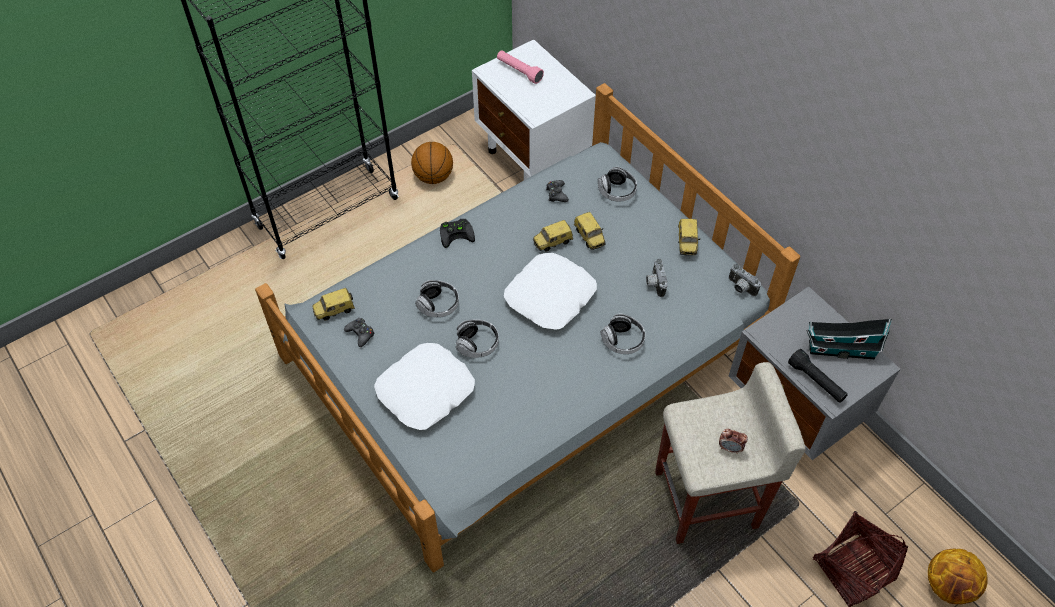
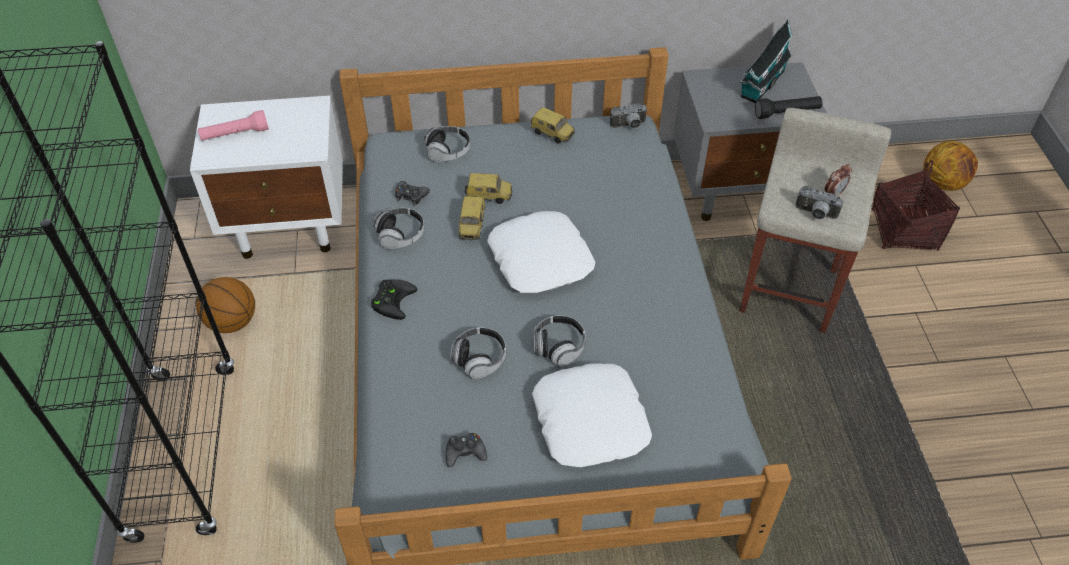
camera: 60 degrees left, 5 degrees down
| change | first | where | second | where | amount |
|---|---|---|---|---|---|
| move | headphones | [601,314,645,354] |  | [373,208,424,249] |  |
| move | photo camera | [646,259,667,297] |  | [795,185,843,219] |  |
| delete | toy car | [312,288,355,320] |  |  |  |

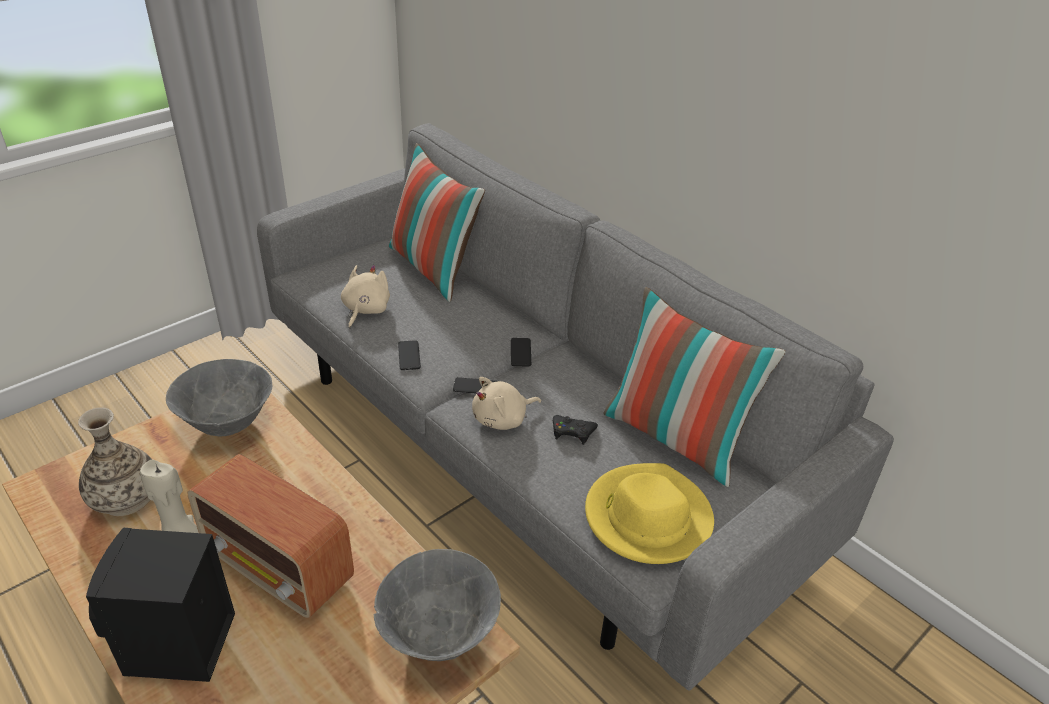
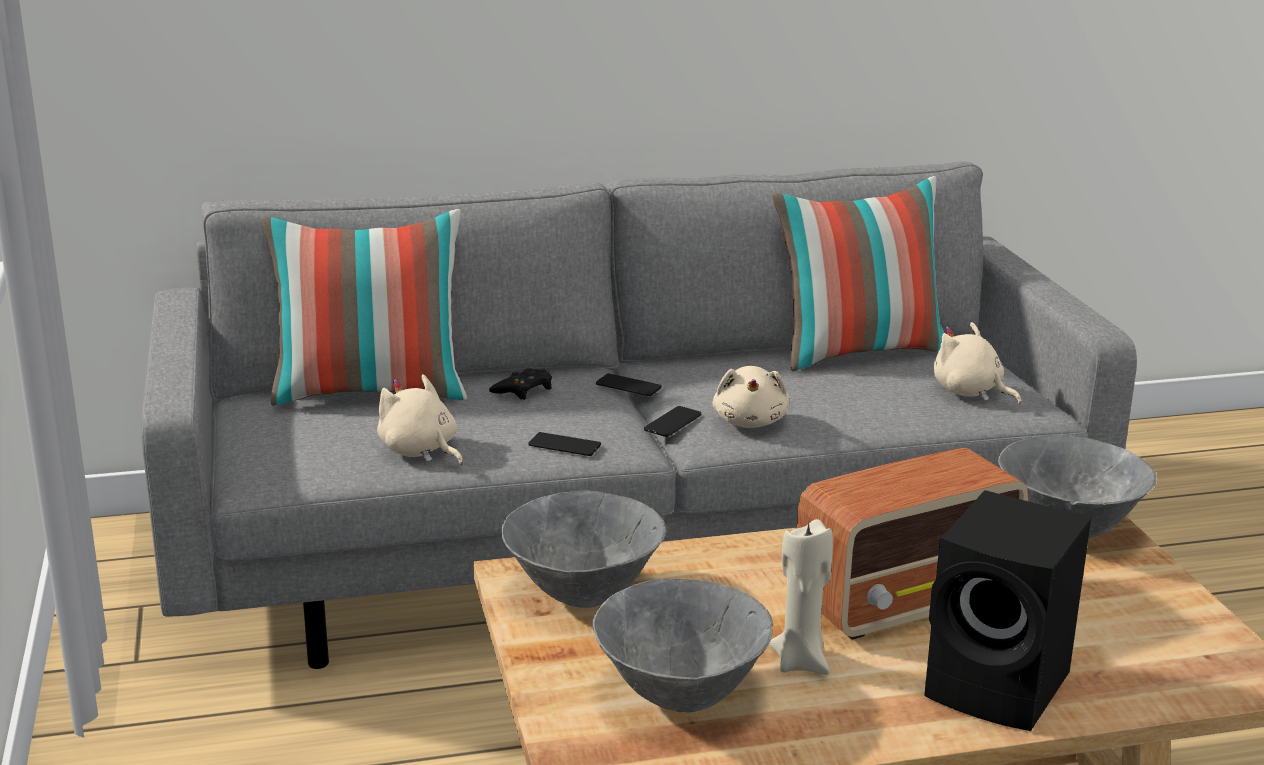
camera: 60 degrees left, 15 degrees down
| change | first | where | second | where | amount |
|---|---|---|---|---|---|
| move | game controller in black | [553,415,598,445] |  | [489,368,552,400] |  |
| replace | vase | [78,407,152,516] | bowl in grey | [593,578,773,712] |  |
| replace | hat in yellow | [585,463,714,564] | plush toy in beige | [934,322,1021,404] |  |

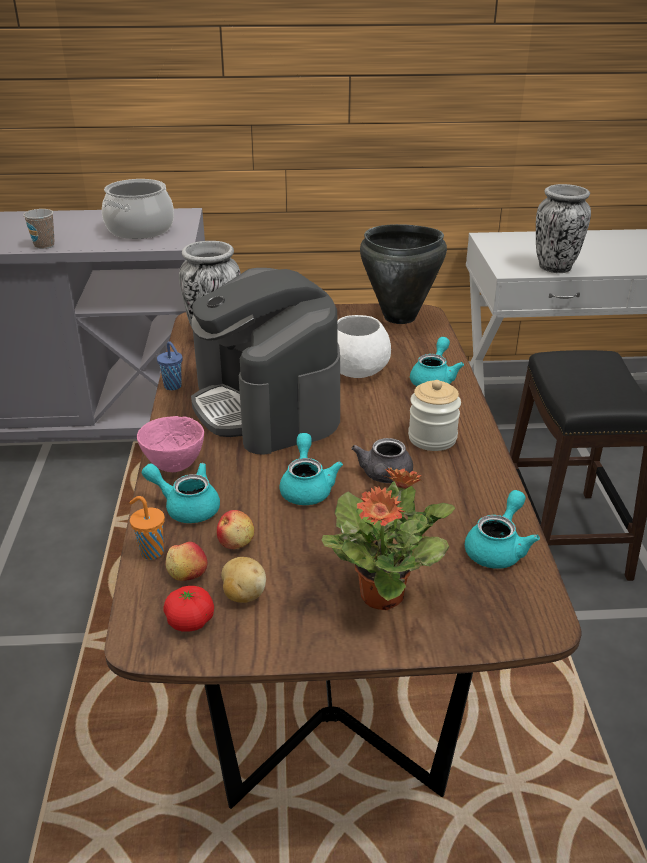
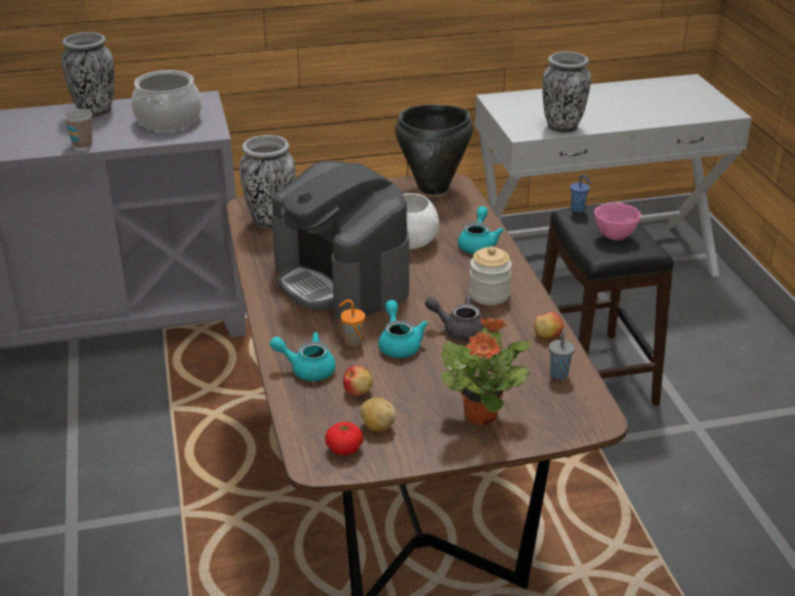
camera: 10 degrees left, 0 degrees up
| change | first | where | second | where | amount |
|---|---|---|---|---|---|
| insert |  |  | vase | [61,32,114,117] |  |
| move | cup in orange | [129,496,165,560] |  | [339,299,365,347] |  |
| rotate | teapot in grey | [352,438,413,483] |  | [425,296,485,341] | 105 degrees clockwise |
| move | apple | [166,542,207,581] |  | [534,311,564,339] |  |
| replace | teapot in turquoise | [465,490,540,569] | cup in grey | [549,329,575,379] |  |
| move | cup in blue | [157,341,183,390] |  | [570,175,591,212] |  |
| move | bowl in pink | [137,416,204,472] |  | [594,203,641,240] |  |

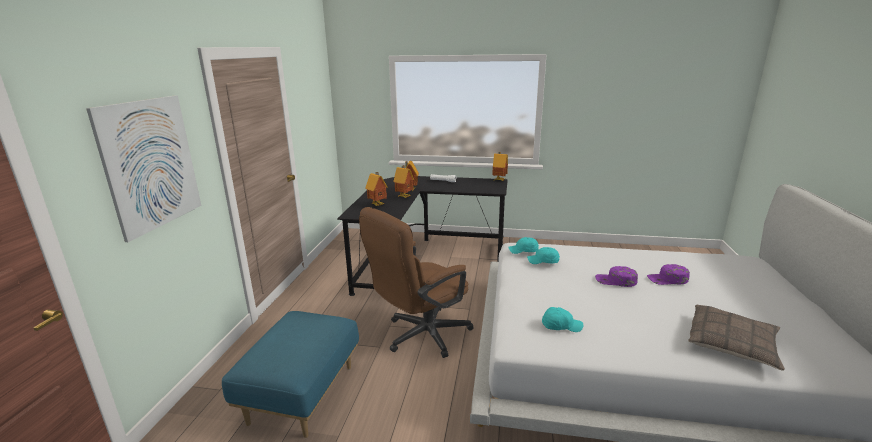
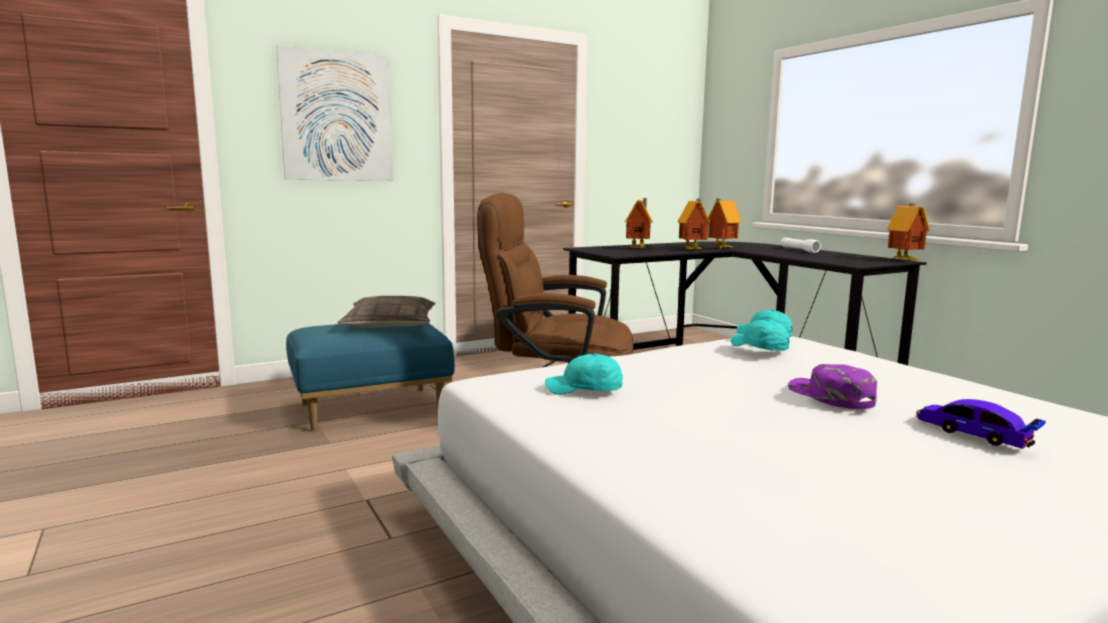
camera: 50 degrees right, 10 degrees down
| change | first | where | second | where | amount |
|---|---|---|---|---|---|
| move | pillow | [688,305,785,371] |  | [338,296,435,328] |  |
| rotate | cap in turquoise | [542,307,584,332] |  | [545,353,623,395] | 135 degrees clockwise |
| replace | cap in purple | [647,264,690,285] | toy car | [916,399,1046,449] |  |

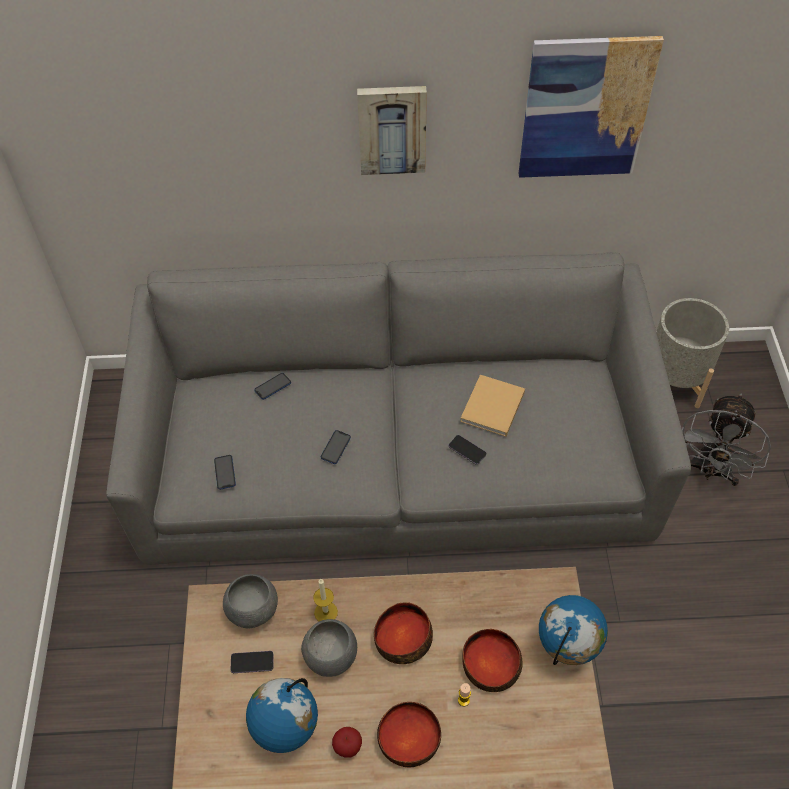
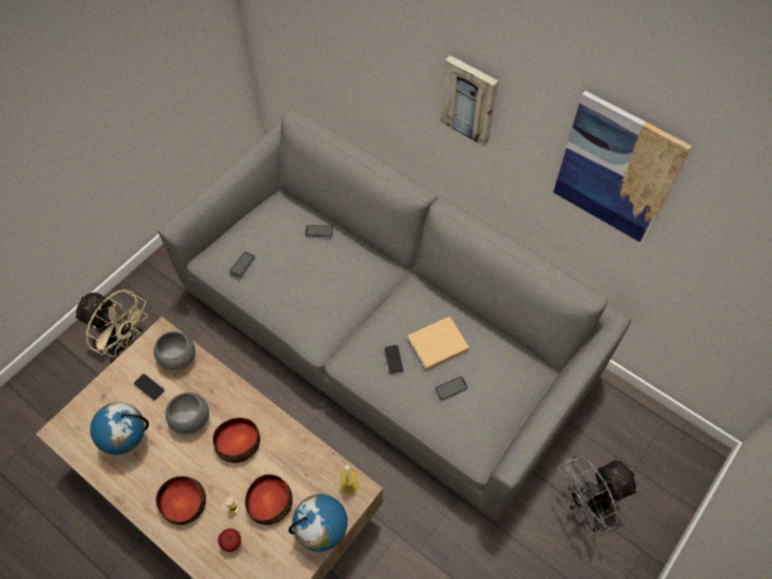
camera: 40 degrees right, 5 degrees up
| change | first | where | second | where | amount |
|---|---|---|---|---|---|
| insert |  |  | fan in beige | [74,290,148,363] |  |
| move | apple | [332,727,362,758] |  | [218,528,241,552] |  |
| move | candle | [313,579,338,621] |  | [340,465,359,495] |  |
| move | phone | [321,430,351,464] |  | [435,376,468,400] |  |
| delete | planter in grey | [656,298,729,408] |  |  |  |

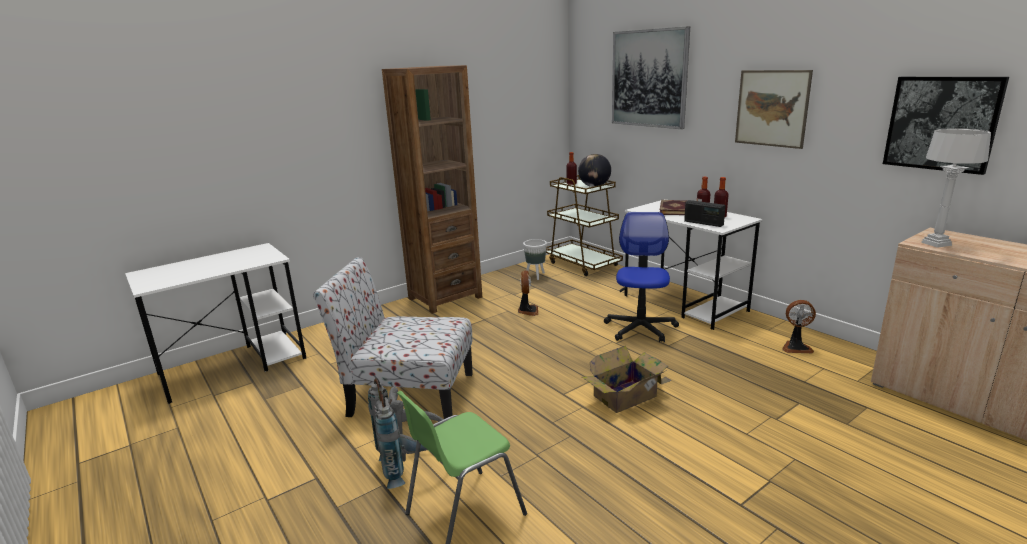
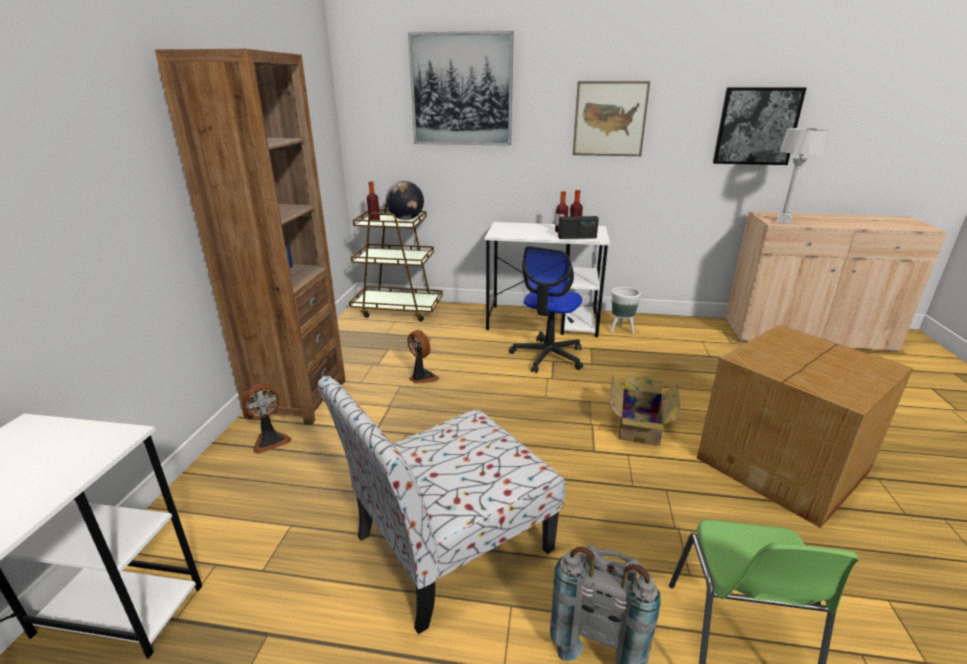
camera: 45 degrees left, 5 degrees up
| change | first | where | second | where | amount |
|---|---|---|---|---|---|
| move | fan | [783,300,816,353] |  | [242,384,291,454] |  |
| rotate | office chair | [604,212,679,343] |  | [509,246,583,373] | 120 degrees counterclockwise |
| move | planter in white | [523,239,547,280] |  | [610,287,641,334] |  |
| insert |  |  | cardboard box | [697,325,913,528] |  |
| delete | book | [660,200,687,215] |  |  |  |

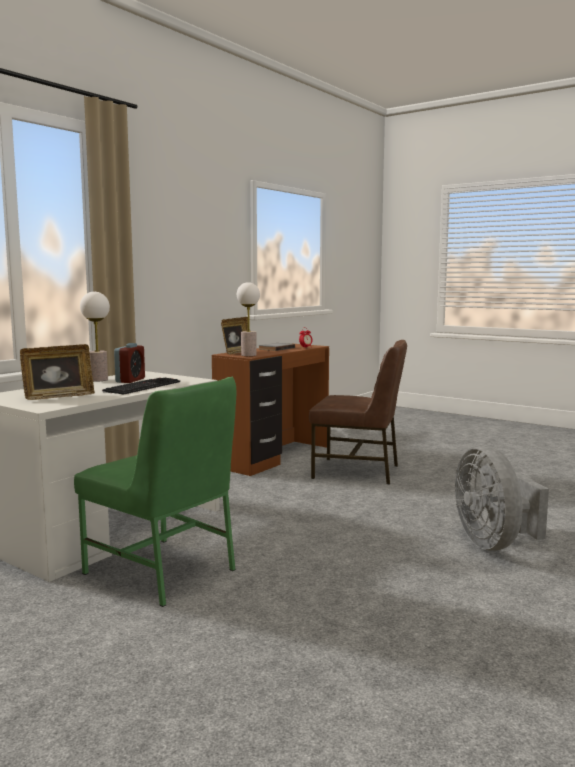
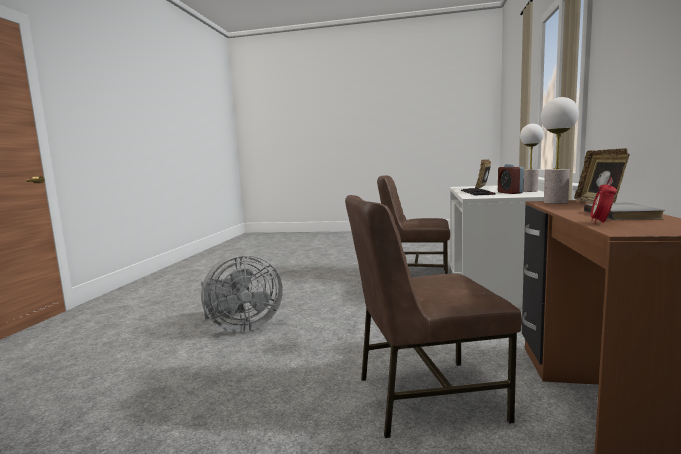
camera: 155 degrees right, 0 degrees up
| change | first | where | second | where | amount |
|---|---|---|---|---|---|
| rotate | fan in grey | [455,446,549,551] |  | [201,253,283,332] | 105 degrees clockwise |
| recolor | chair in green | [74,377,236,607] | chair in brown | [377,175,450,274] |  |

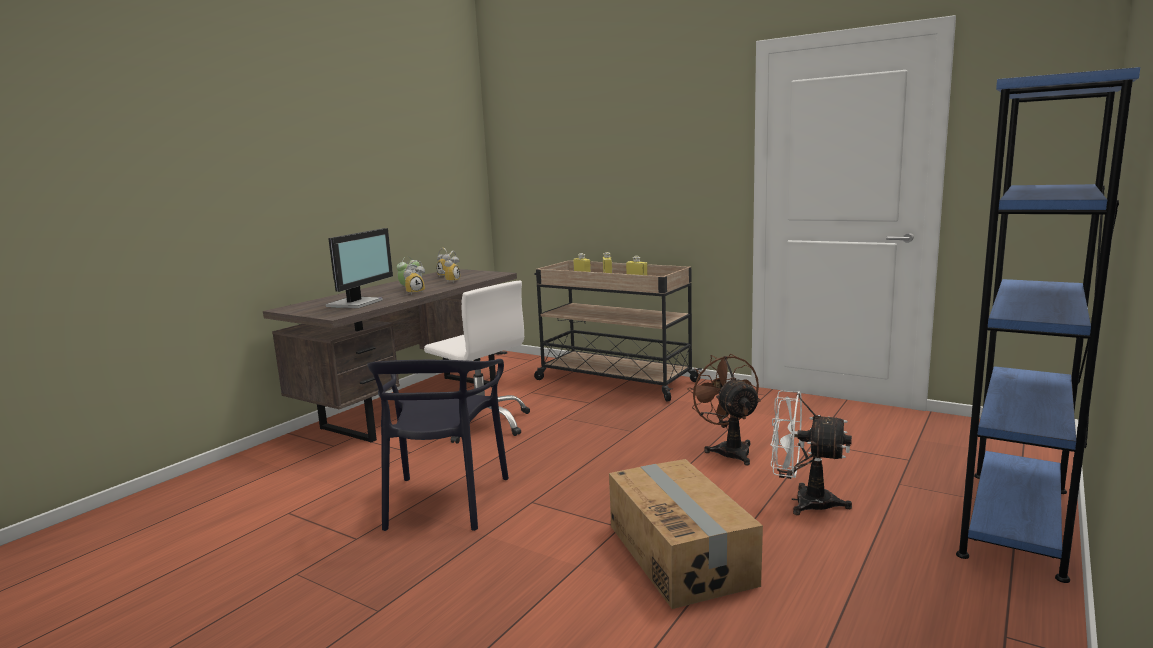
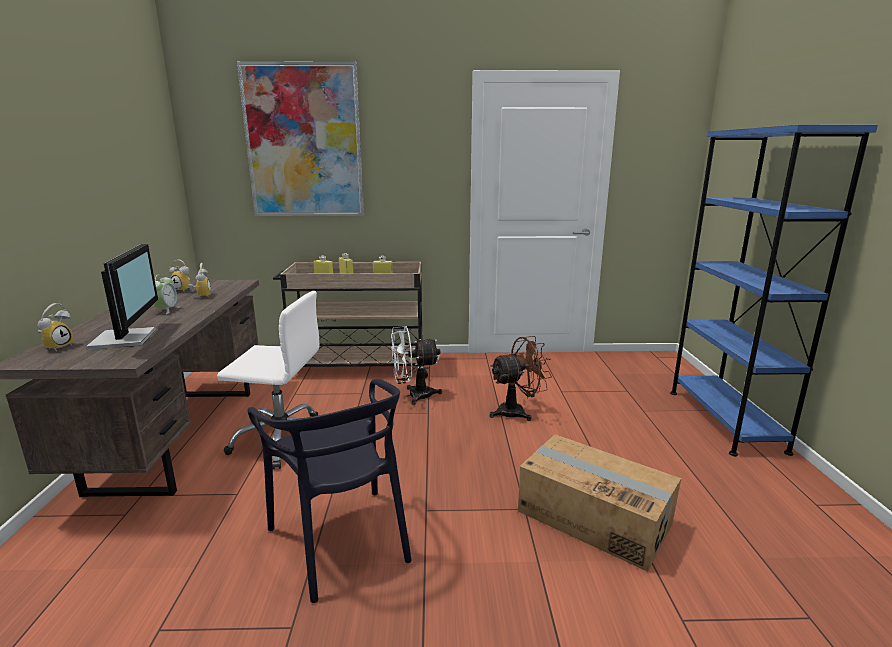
camera: 35 degrees left, 5 degrees up
| change | first | where | second | where | amount |
|---|---|---|---|---|---|
| move | alarm clock | [404,260,425,294] |  | [37,303,74,351] |  |
| insert |  |  | picture | [237,61,364,216] |  |
| move | fan in white | [770,390,852,515] |  | [391,326,442,405] |  |
| rotate | fan in brown | [687,354,761,465] |  | [489,336,552,421] | 120 degrees clockwise |

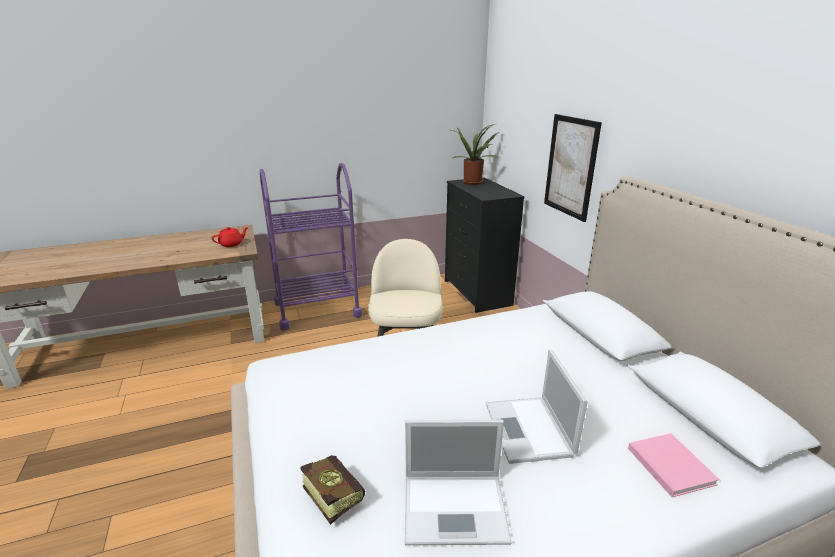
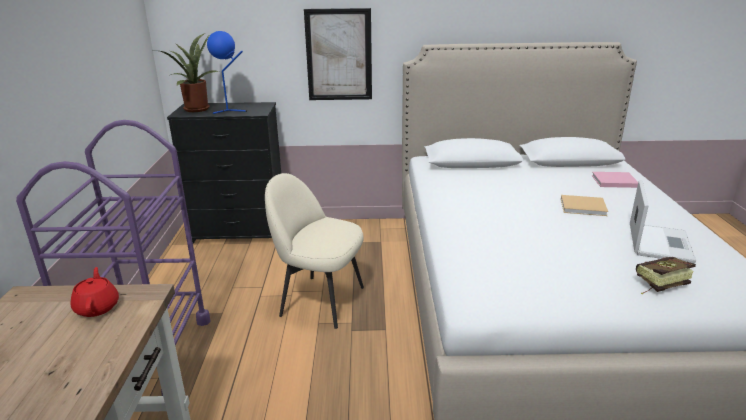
camera: 70 degrees left, 0 degrees up
| change | first | where | second | where | amount |
|---|---|---|---|---|---|
| insert |  |  | table lamp in blue | [207,31,247,114] |  |
| replace | laptop | [486,349,588,464] | book in beige | [561,195,608,216] |  |

